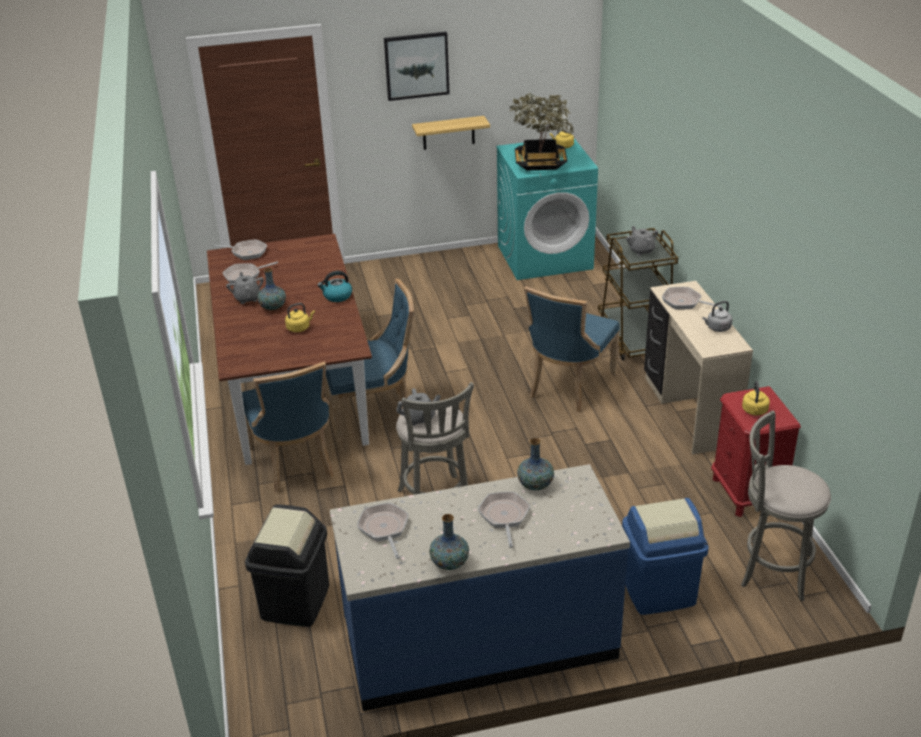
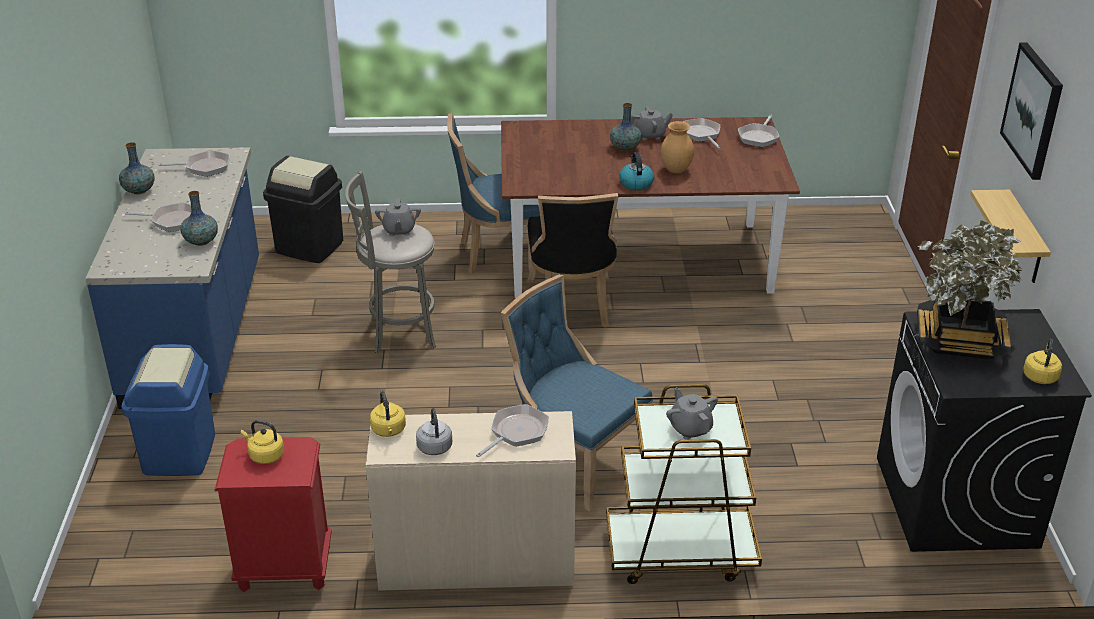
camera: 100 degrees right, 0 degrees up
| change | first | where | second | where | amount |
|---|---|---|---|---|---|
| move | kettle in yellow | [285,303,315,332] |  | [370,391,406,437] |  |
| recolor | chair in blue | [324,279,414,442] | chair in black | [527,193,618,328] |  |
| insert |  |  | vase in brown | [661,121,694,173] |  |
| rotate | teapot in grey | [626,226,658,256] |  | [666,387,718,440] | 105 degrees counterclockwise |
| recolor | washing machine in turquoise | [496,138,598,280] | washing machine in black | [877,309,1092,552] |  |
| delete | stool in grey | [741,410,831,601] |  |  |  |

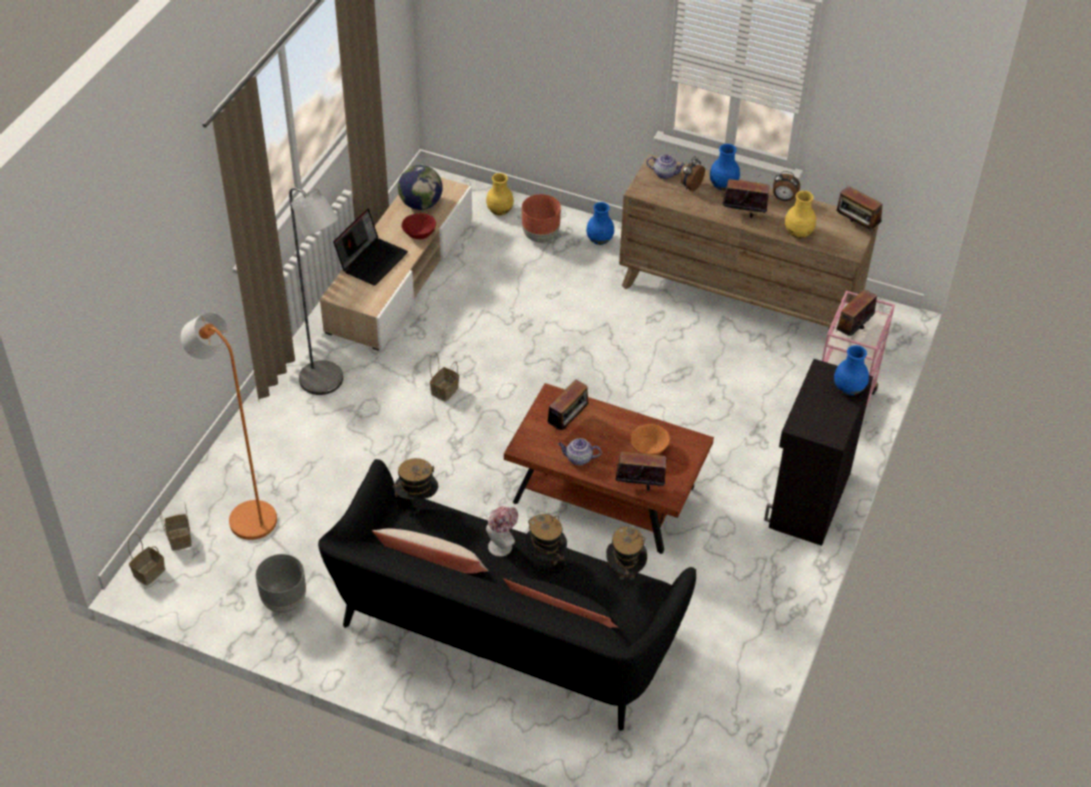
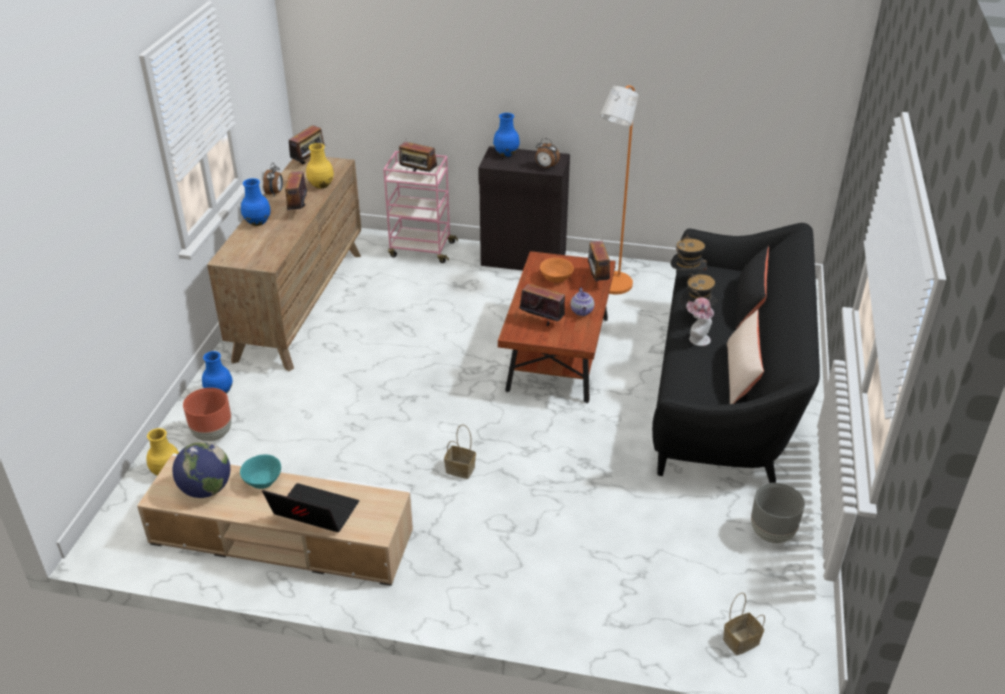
camera: 100 degrees left, 10 degrees down
| change | first | where | second | where | amount |
|---|---|---|---|---|---|
| recolor | bowl in red | [401,213,436,239] | bowl in turquoise | [240,454,281,489] |  |
| move | alarm clock | [681,156,705,191] |  | [535,138,560,169] |  |
| move | floor lamp in orange | [180,312,277,540] |  | [600,85,638,294] |  |
| delete | basket | [128,533,165,586] |  |  |  |
| delete | floor lamp in grey | [289,188,343,395] |  |  |  |
| delete | hat | [393,458,438,507] |  |  |  |
| delete | teapot | [647,155,685,179] |  |  |  |

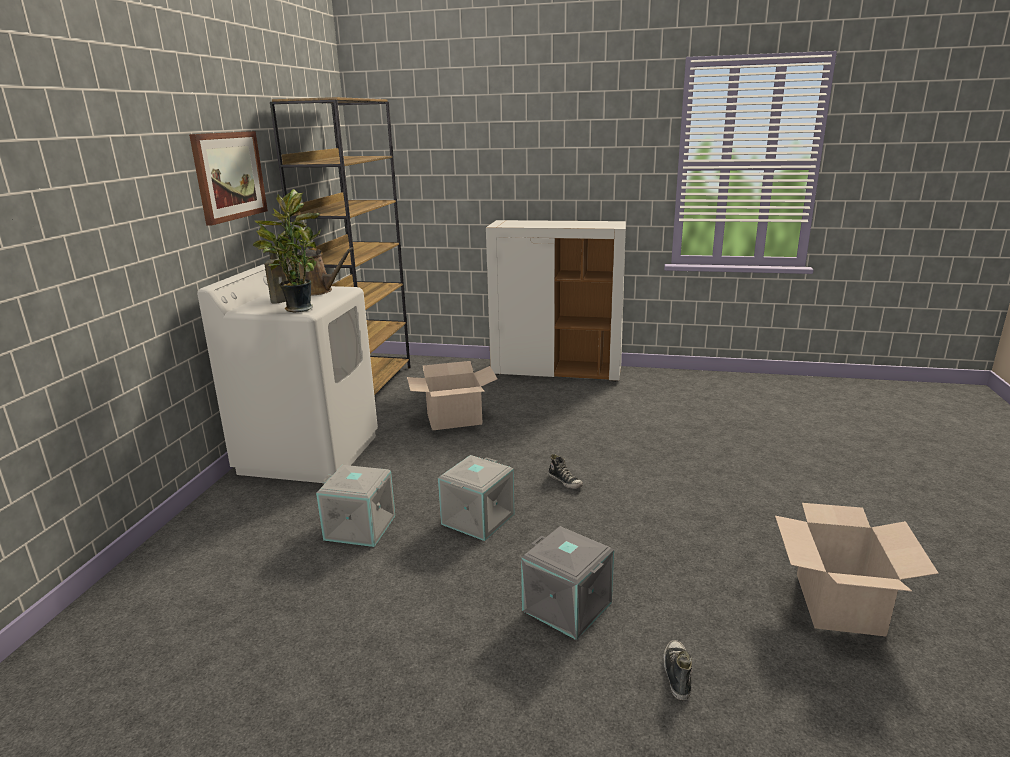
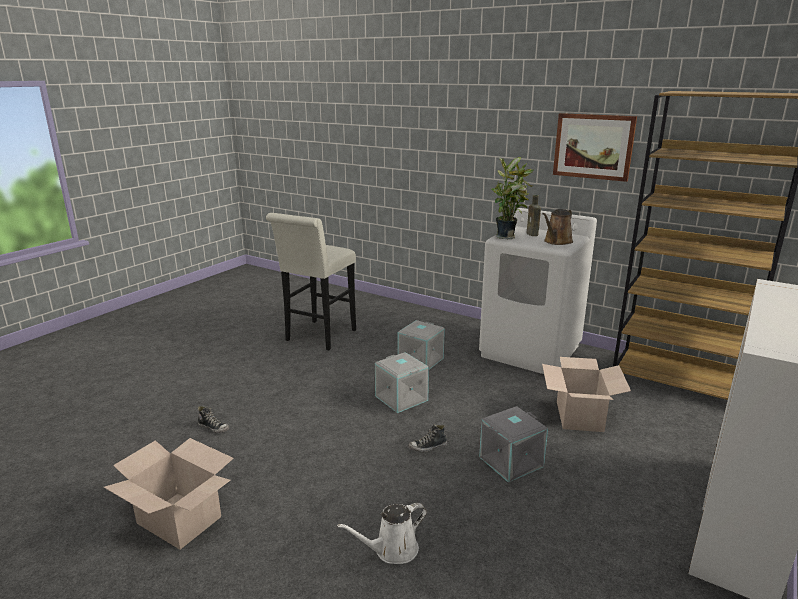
camera: 110 degrees right, 0 degrees up
| change | first | where | second | where | amount |
|---|---|---|---|---|---|
| insert |  |  | stool in white | [266,213,356,350] |  |
| insert |  |  | watering can in white | [337,503,427,564] |  |
| move | storage box in grey | [521,526,614,640] |  | [479,406,548,483] |  |

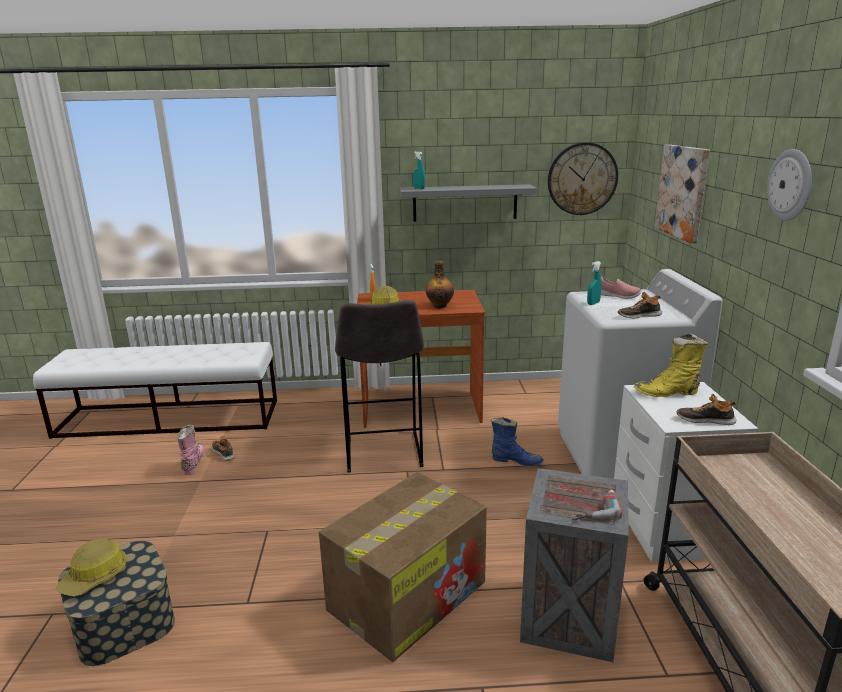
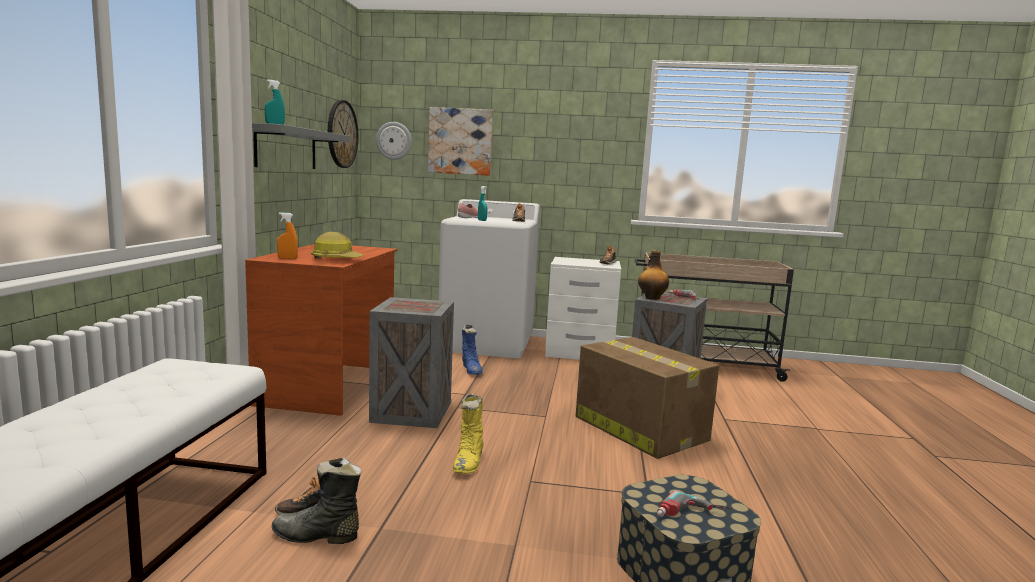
camera: 80 degrees left, 10 degrees down
| change | first | where | second | where | amount |
|---|---|---|---|---|---|
| recolor | boot in pink | [177,424,205,475] | boot in black | [272,457,361,544] |  |
| replace | stool in grey | [335,300,424,473] | crate | [369,297,454,428] |  |
| move | wall clock | [767,149,812,221] |  | [376,122,412,160] |  |
| move | boot in yellow | [634,333,708,397] |  | [452,394,484,474] |  |
| rotate | boot in blue | [491,417,544,466] |  | [462,324,483,375] | 135 degrees clockwise |
| move | bottle | [426,261,454,308] |  | [638,250,669,300] |  |
| replace | hard hat | [56,538,127,597] | power drill | [657,490,732,516] |  |

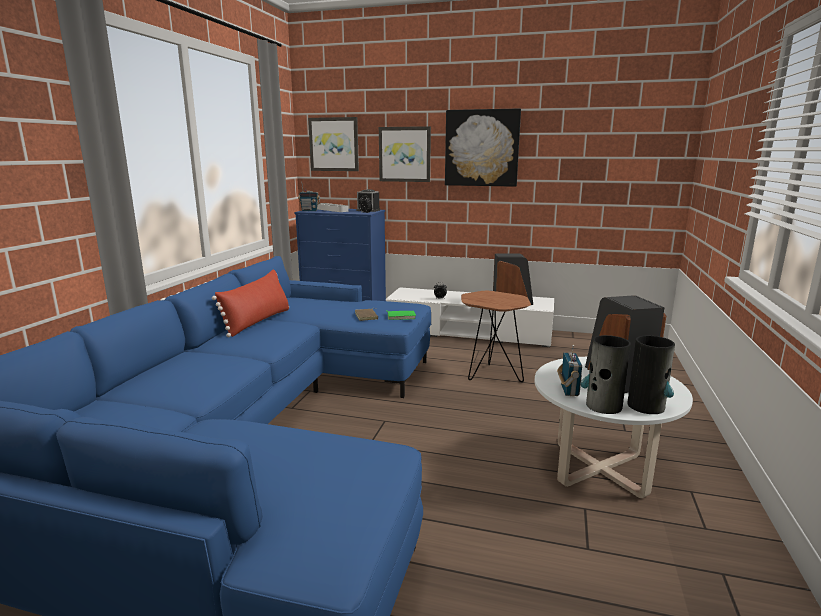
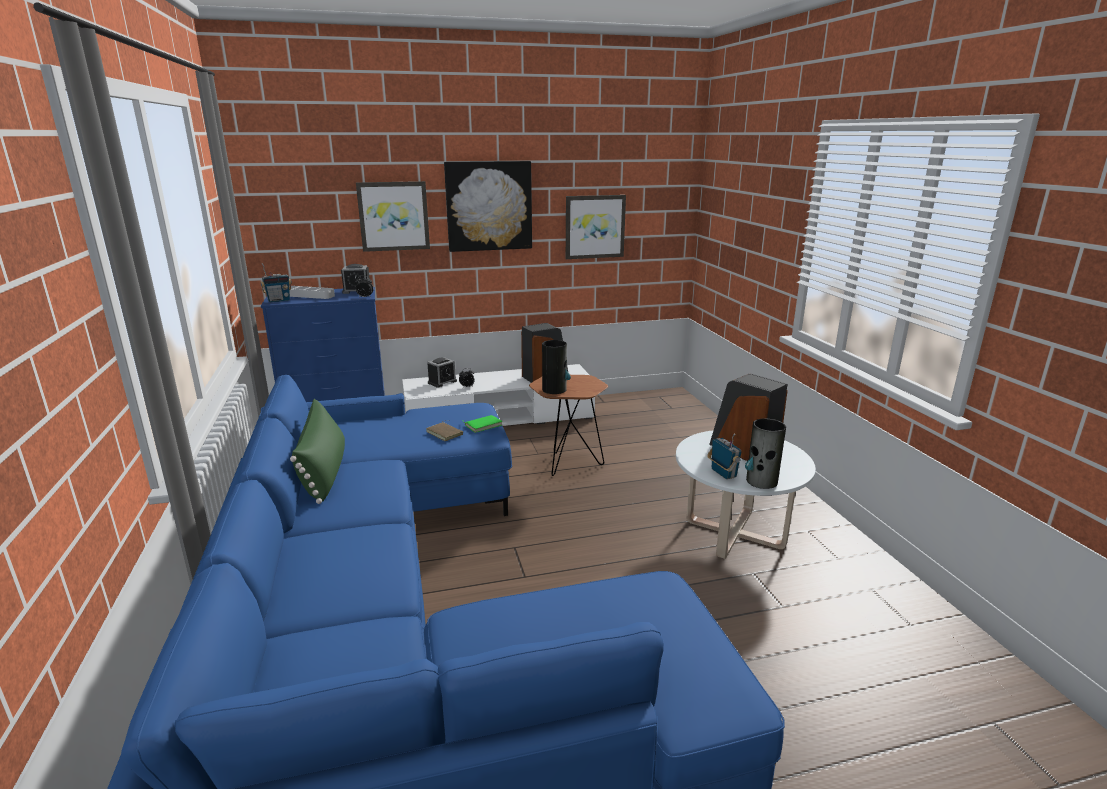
camera: 30 degrees left, 5 degrees up
| change | first | where | second | where | amount |
|---|---|---|---|---|---|
| recolor | pillow in red | [212,270,289,337] | pillow in green | [290,399,345,504] |  |
| insert |  |  | alarm clock | [427,357,457,387] |  |
| move | vase | [627,336,675,414] |  | [542,340,571,394] |  |
| move | picture | [308,117,359,171] |  | [566,195,626,259] |  |

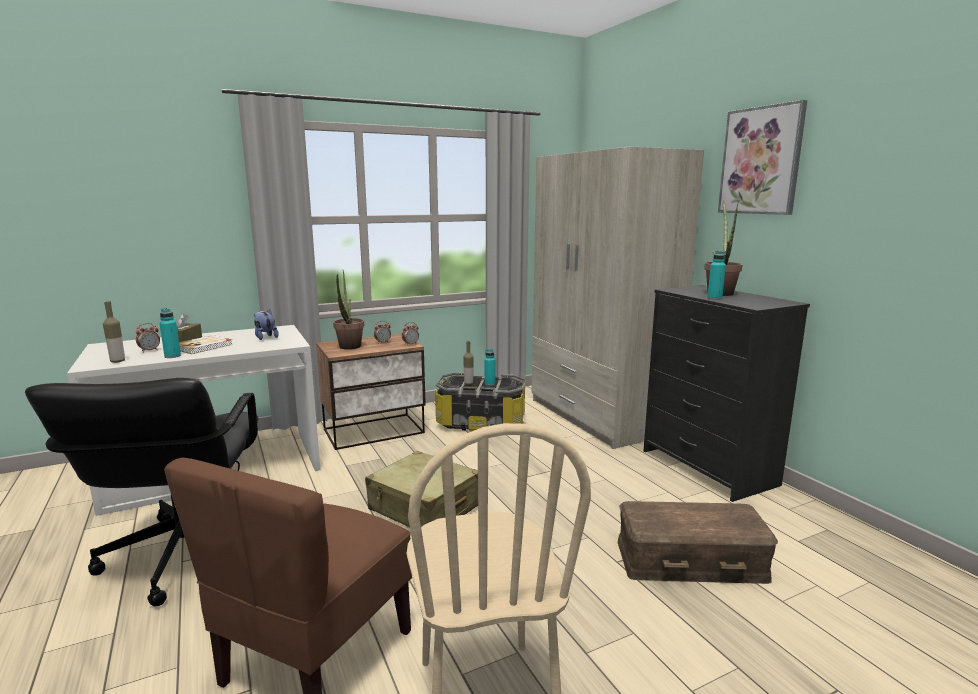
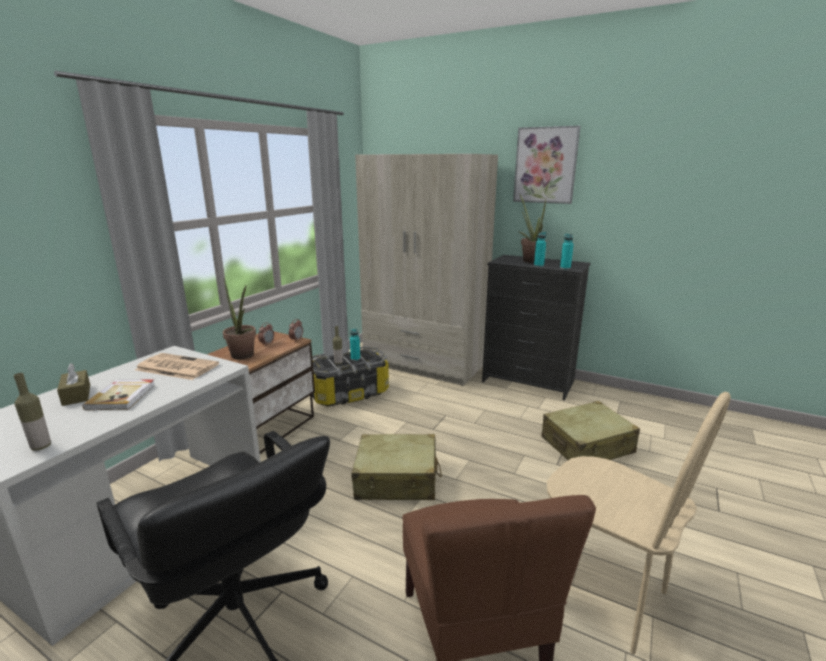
camera: 35 degrees left, 5 degrees up
| change | first | where | second | where | amount |
|---|---|---|---|---|---|
| replace | plush toy | [254,310,279,340] | newspaper | [135,353,219,380] |  |
| replace | storage box in brown | [618,501,778,584] | suitcase in beige | [541,401,640,460] |  |
| move | bottle in turquoise | [159,308,181,358] |  | [560,234,574,269] |  |
| delete | alarm clock | [136,323,160,353] |  |  |  |

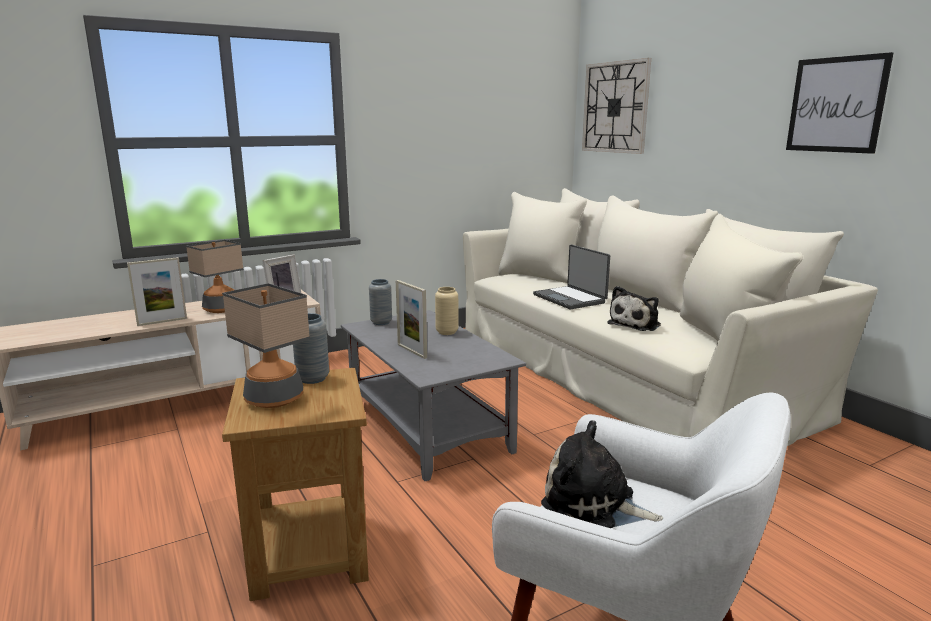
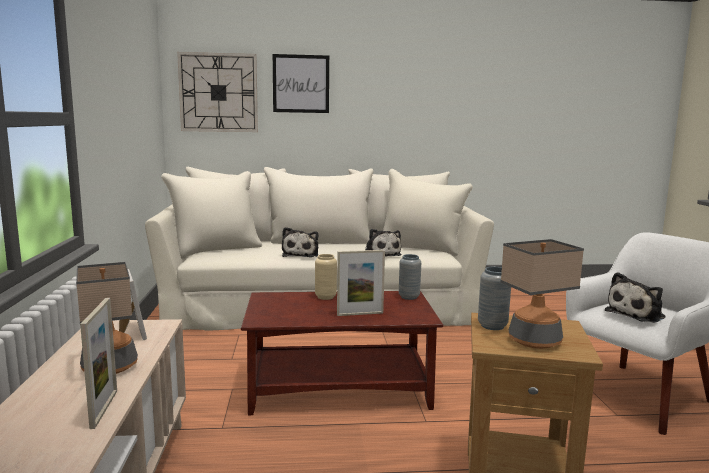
camera: 65 degrees left, 5 degrees down
| change | first | where | second | where | amount |
|---|---|---|---|---|---|
| recolor | coffee table in grey | [341,310,526,481] | coffee table in brown | [241,291,443,415] |  |
| move | picture | [786,52,894,154] |  | [273,54,329,113] |  |
| replace | laptop | [533,244,610,309] | plush toy | [282,227,318,257] |  |
| move | vase in grey | [369,279,392,325] |  | [399,254,421,300] |  |

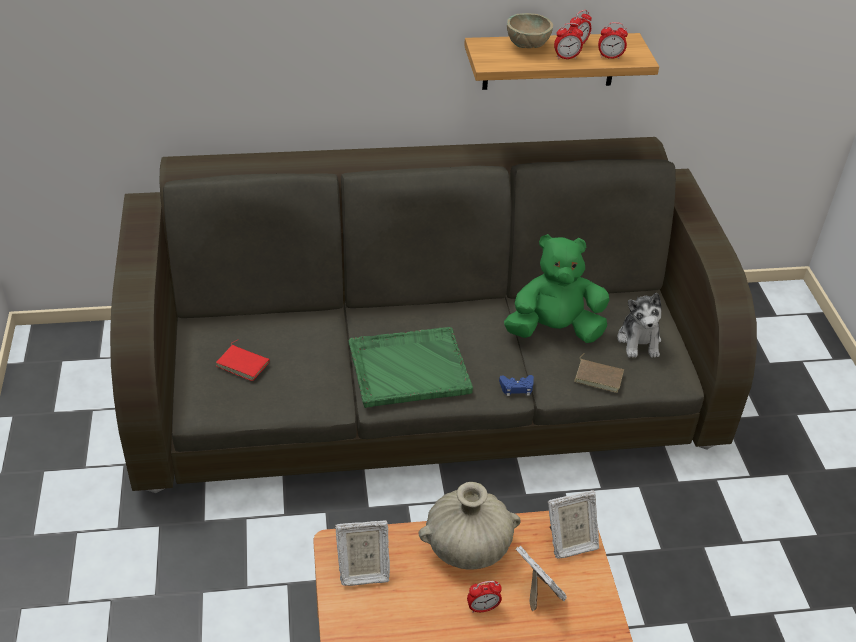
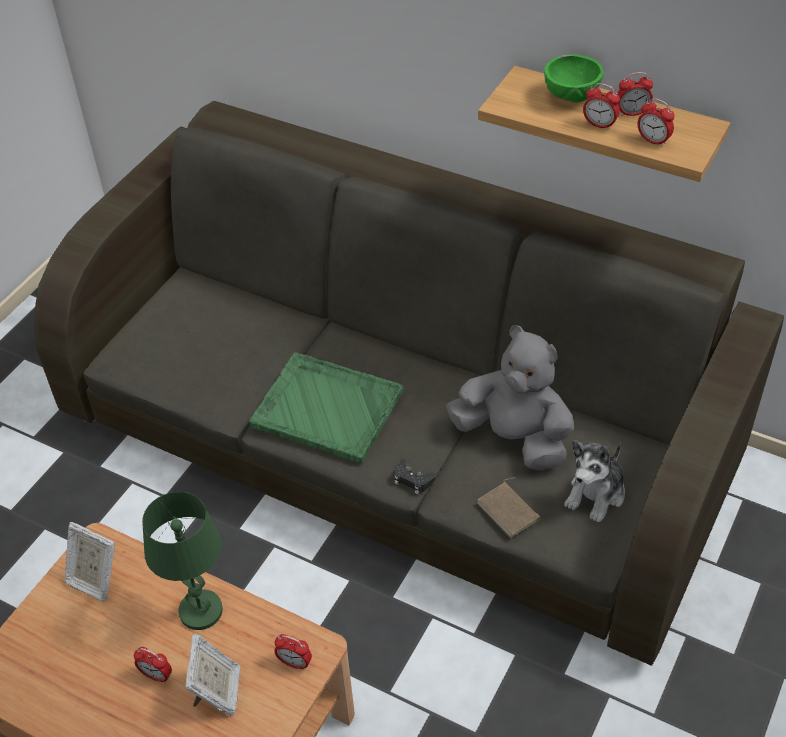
camera: 40 degrees right, 5 degrees up
| change | first | where | second | where | amount |
|---|---|---|---|---|---|
| replace | vase in beige | [418,482,521,570] | table lamp in green | [142,492,223,630] |  |
| replace | picture frame | [548,490,599,559] | alarm clock | [274,634,312,670] |  |
| recolor | game controller in blue | [499,375,534,396] | game controller in black | [394,459,436,494] |  |
| recolor | plush toy in green | [504,234,609,343] | plush toy in grey | [446,325,574,470] |  |
| recolor | bowl in beige | [507,13,553,48] | bowl in green | [544,54,604,103] |  |
| delete | book in red | [216,339,270,381] |  |  |  |

